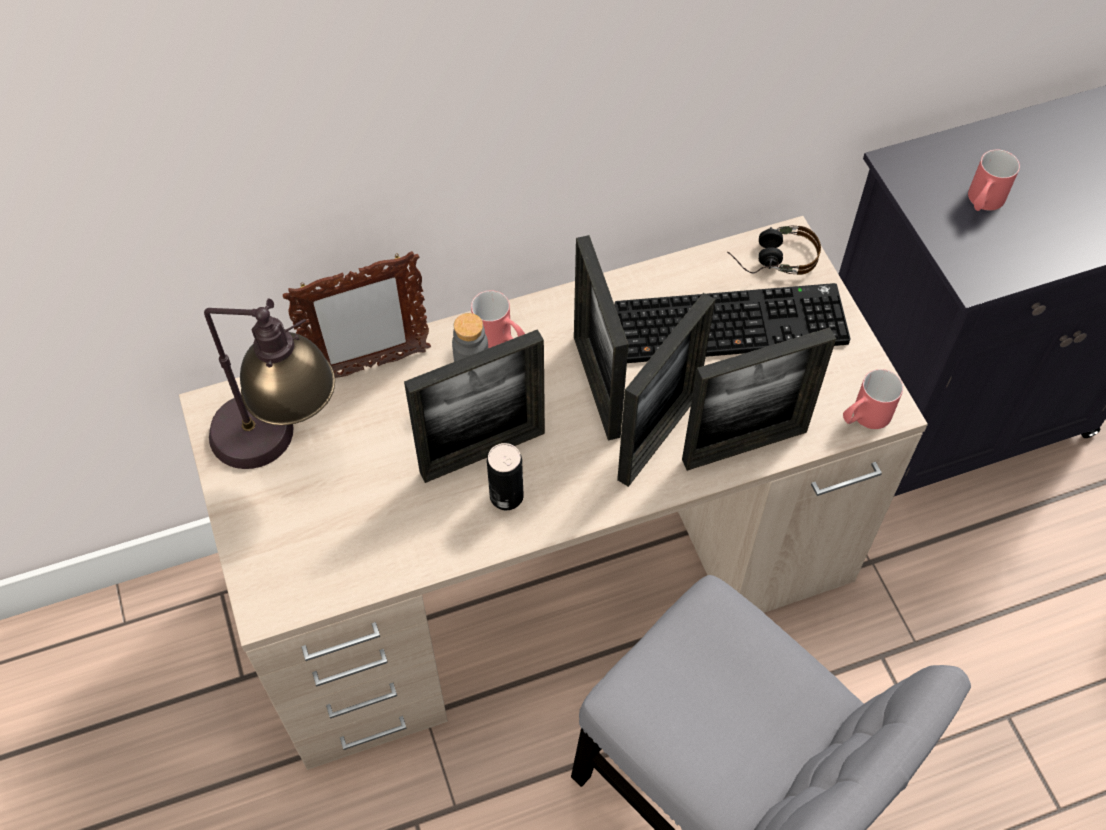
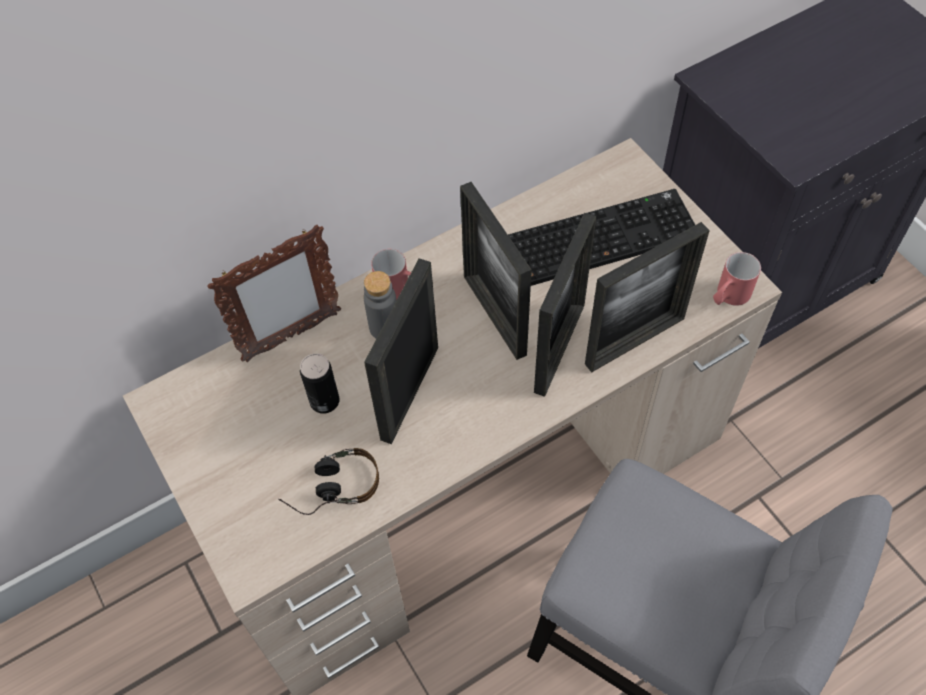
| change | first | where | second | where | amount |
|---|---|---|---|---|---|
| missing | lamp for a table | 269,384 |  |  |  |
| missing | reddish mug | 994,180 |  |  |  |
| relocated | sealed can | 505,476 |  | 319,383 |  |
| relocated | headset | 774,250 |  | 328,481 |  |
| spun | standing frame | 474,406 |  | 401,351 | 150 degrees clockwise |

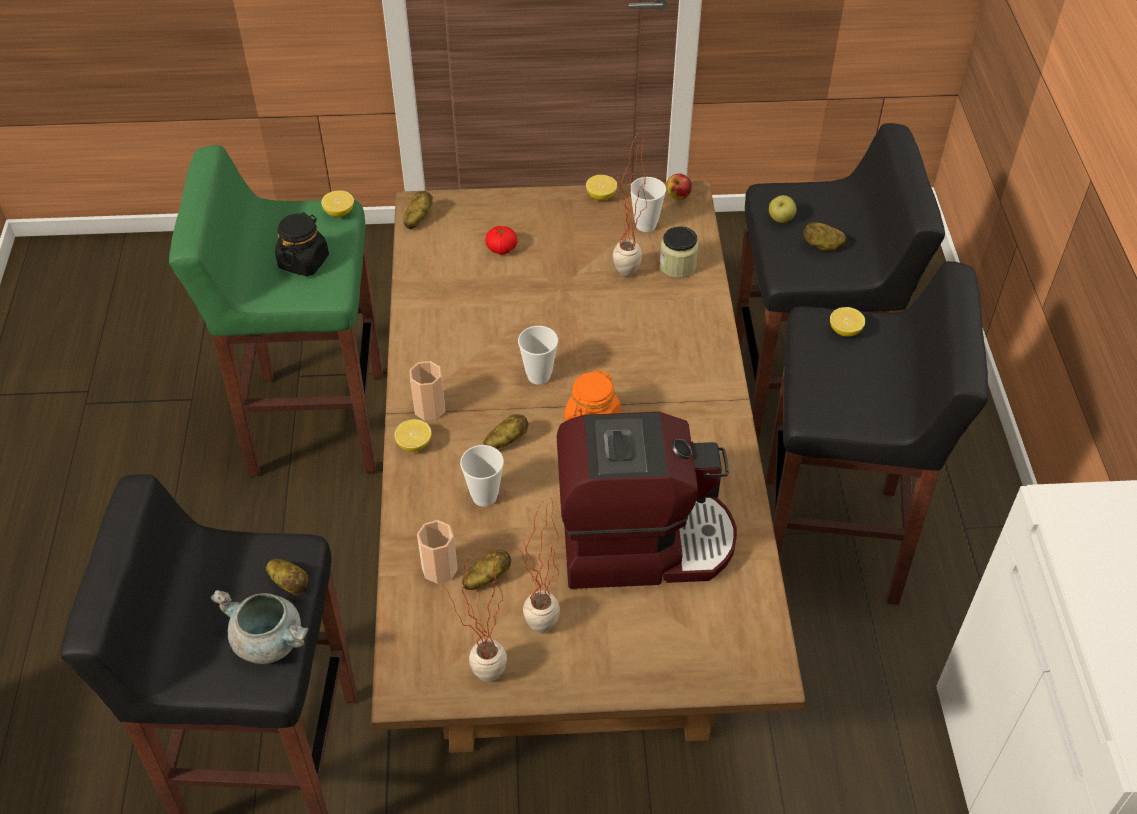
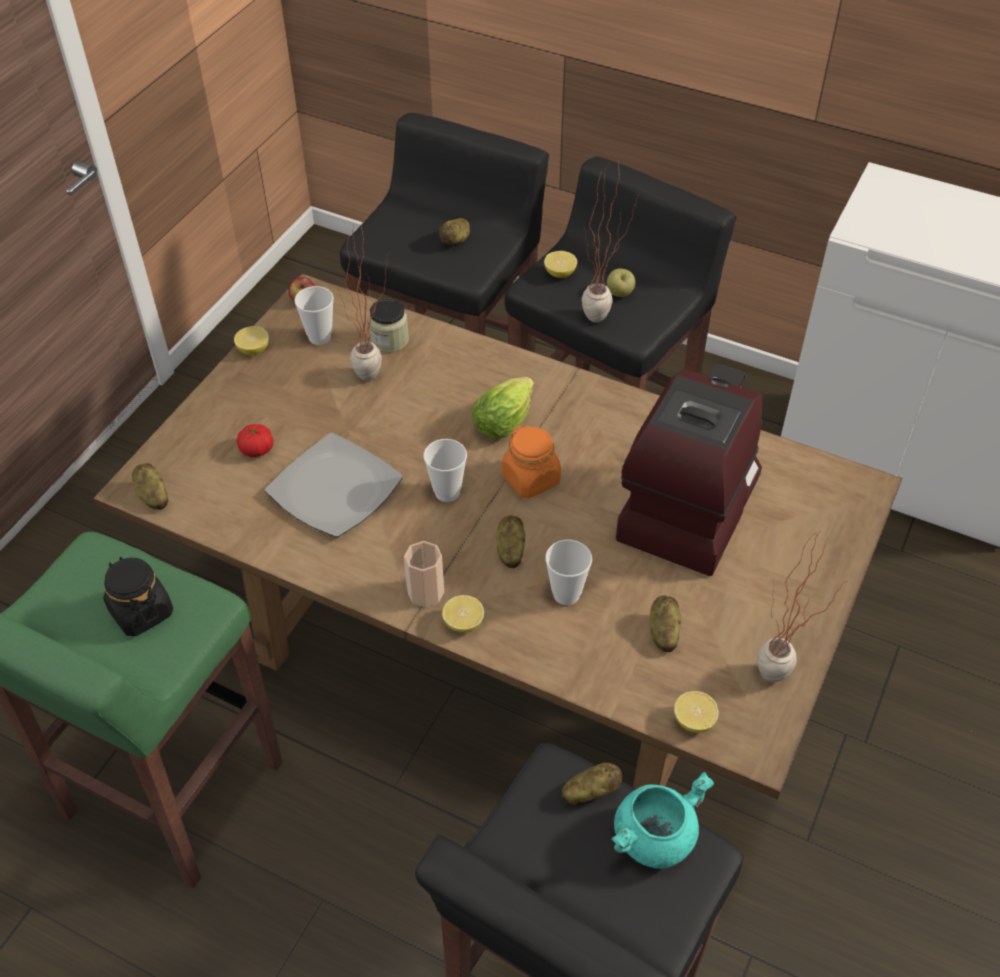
| change | first | where | second | where | amount |
|---|---|---|---|---|---|
| missing | drinking cup | 437,552 |  |  |  |
| appeared |  |  | plate | 334,485 |  |
| appeared |  |  | head of lettuce | 503,408 |  |
| relocated | lemon | 337,203 |  | 696,712 |  |
| relocated | houseplant | 538,564 |  | 612,242 |  |
| relocated | apple fruit | 783,209 |  | 621,283 |  |
| colour | greyish stockpot | 260,627 | turquoise stockpot | 662,820 |  |

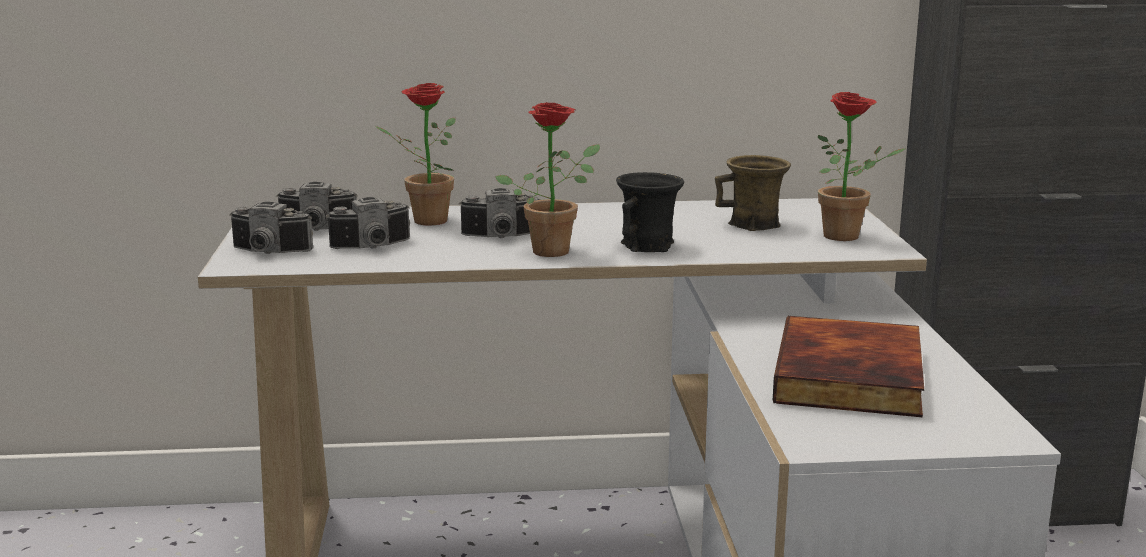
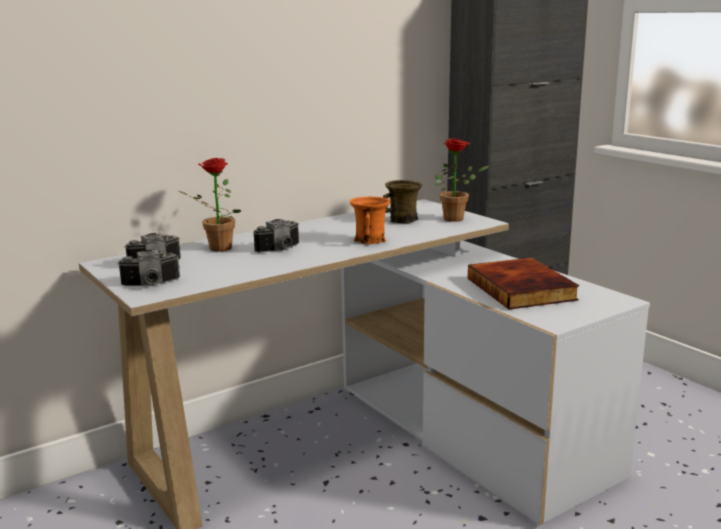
| change | first | where | second | where | amount |
|---|---|---|---|---|---|
| missing | still camera | 368,223 |  |  |  |
| missing | houseplant | 547,179 |  |  |  |
| colour | blackish mug | 650,212 | orangey mug | 370,221 |  |

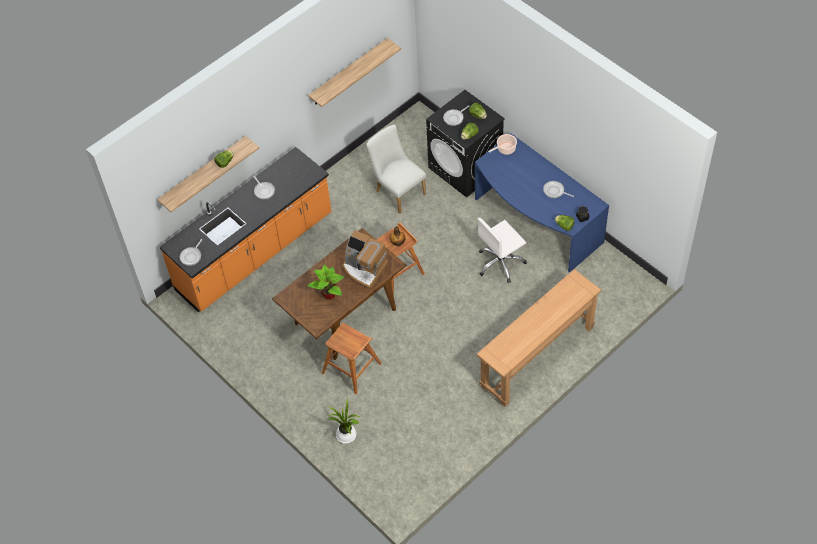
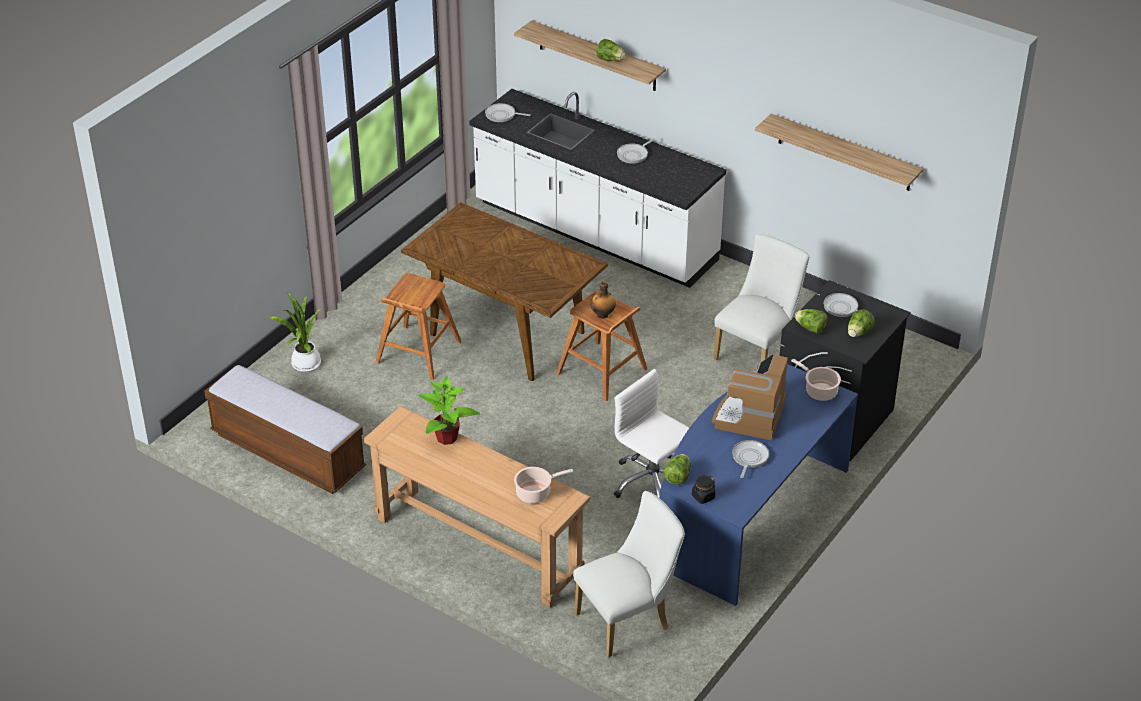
| change | first | where | second | where | amount |
|---|---|---|---|---|---|
| appeared |  |  | long seat | 285,429 |  |
| appeared |  |  | stockpot | 543,485 |  |
| appeared |  |  | white chair | 629,574 |  |
| relocated | houseplant | 326,282 |  | 449,411 |  |
| relocated | coffee brewer | 365,259 |  | 750,397 |  |
| colour | orangey kitchen counter | 245,229 | white kitchen counter | 597,188 |  |

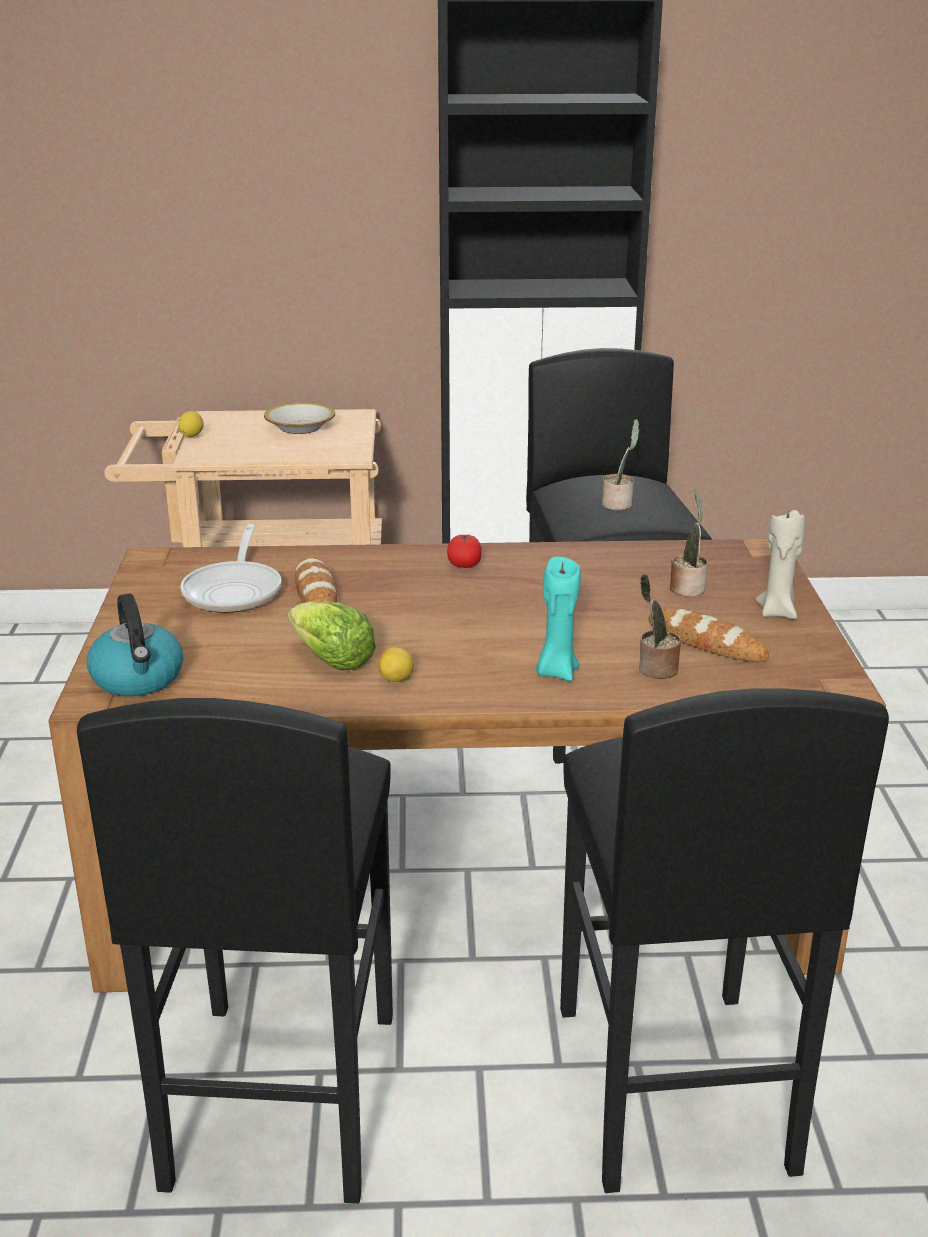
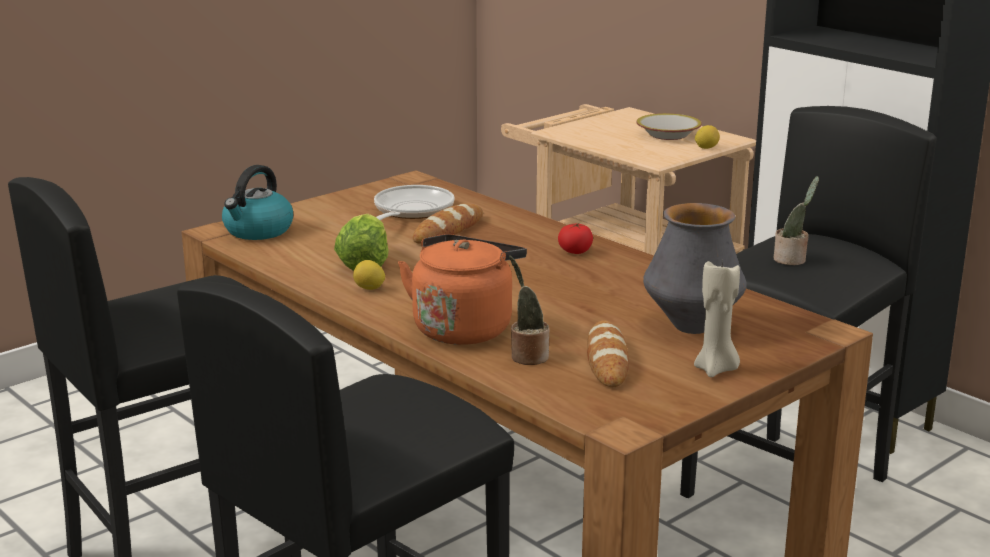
| change | first | where | second | where | amount |
|---|---|---|---|---|---|
| relocated | lemon | 191,424 |  | 707,137 |  |
| exchanged | turquoise wax light | 558,619 | orangey kettle | 462,289 |  |
| exchanged | houseplant | 689,543 | decorative vase | 695,268 |  |
| spun | pan | 231,568 |  | 414,202 | 150 degrees clockwise |

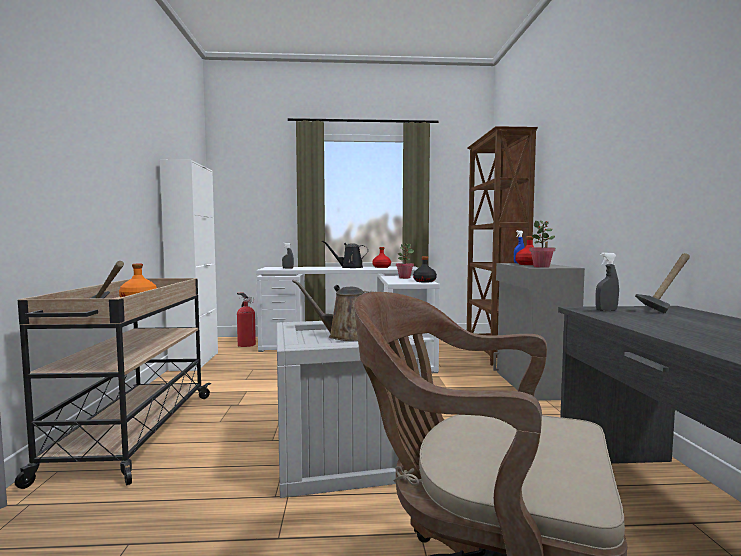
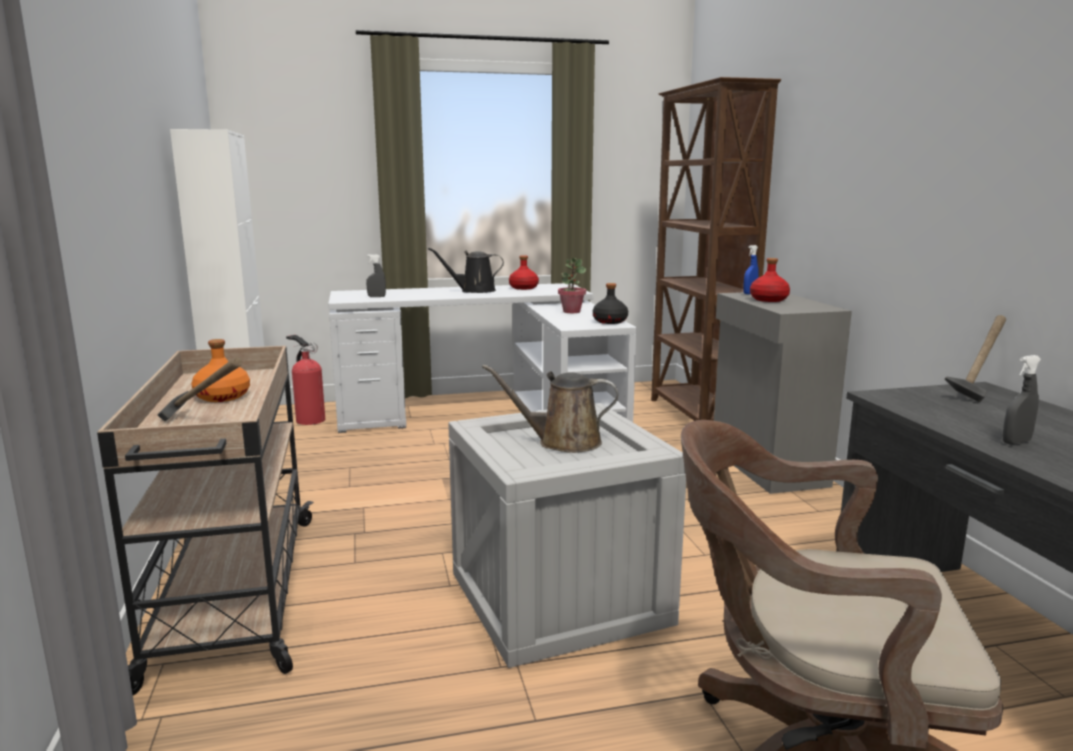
| change | first | where | second | where | amount |
|---|---|---|---|---|---|
| missing | houseplant | 542,244 |  |  |  |
| relocated | greyish hand sprayer | 607,281 |  | 1022,400 |  |

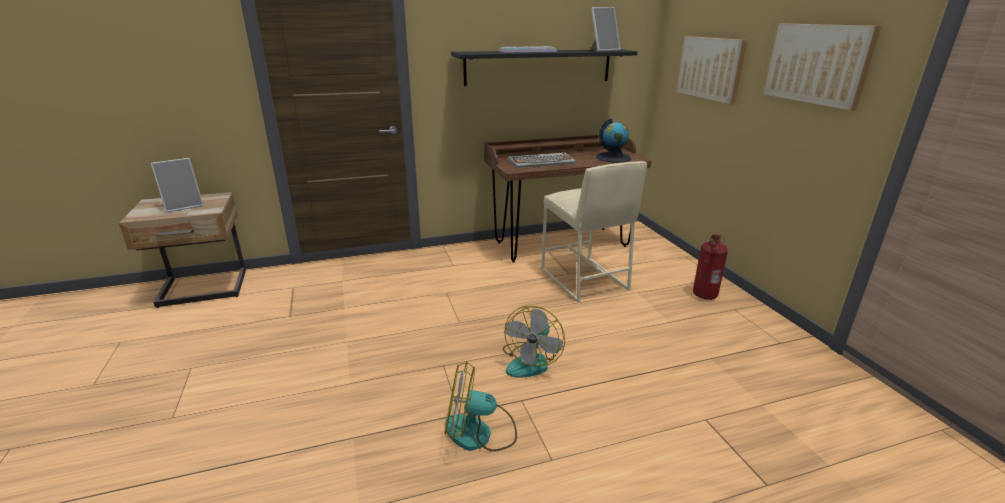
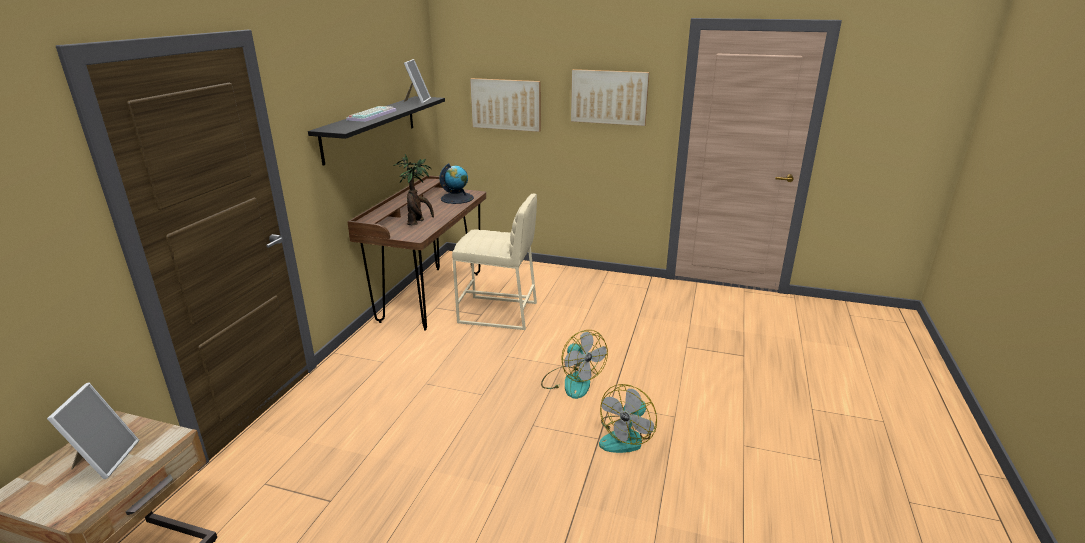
| change | first | where | second | where | amount |
|---|---|---|---|---|---|
| missing | fire extinguisher | 710,267 |  |  |  |
| exchanged | computer keyboard | 542,160 | houseplant | 413,189 |  |

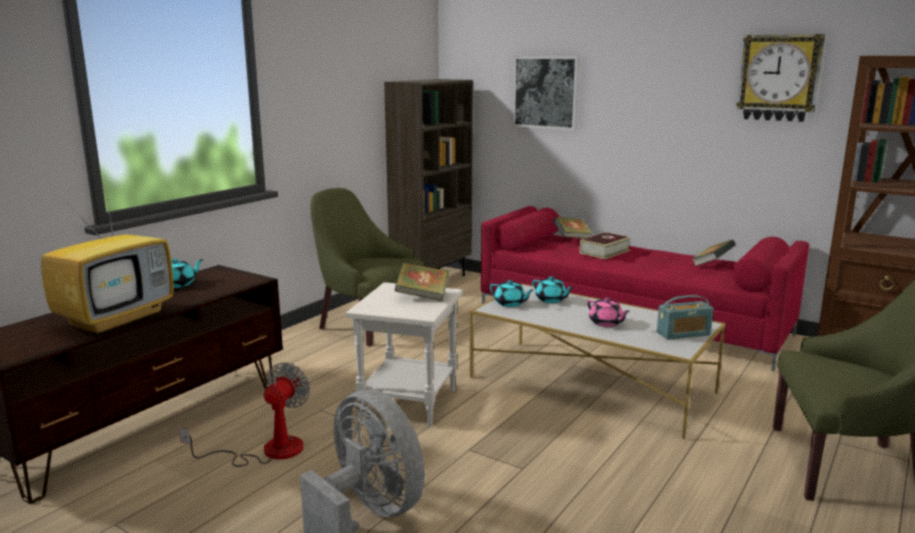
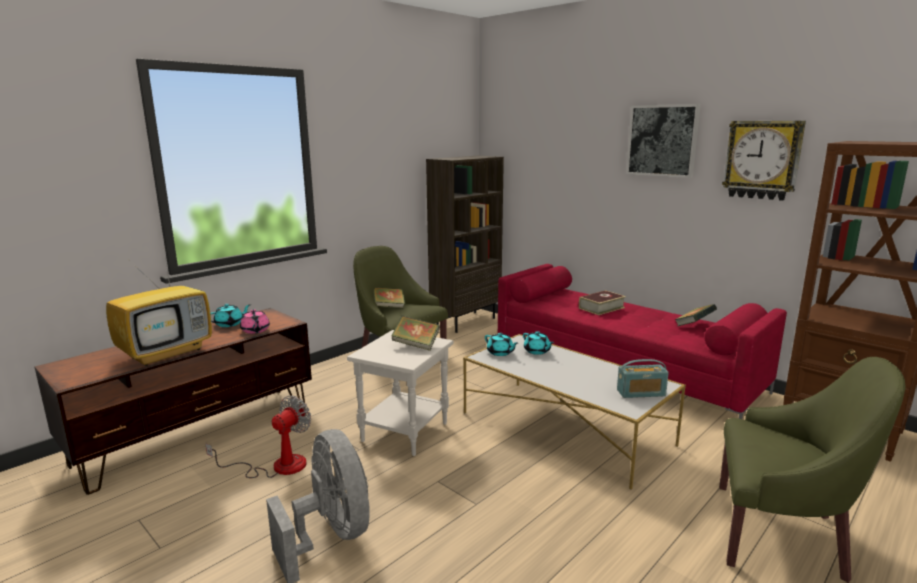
| change | first | where | second | where | amount |
|---|---|---|---|---|---|
| relocated | wall art | 546,93 |  | 663,141 |  |
| relocated | book | 573,228 |  | 389,297 |  |
| relocated | pink-coloured teapot | 608,312 |  | 255,321 |  |

